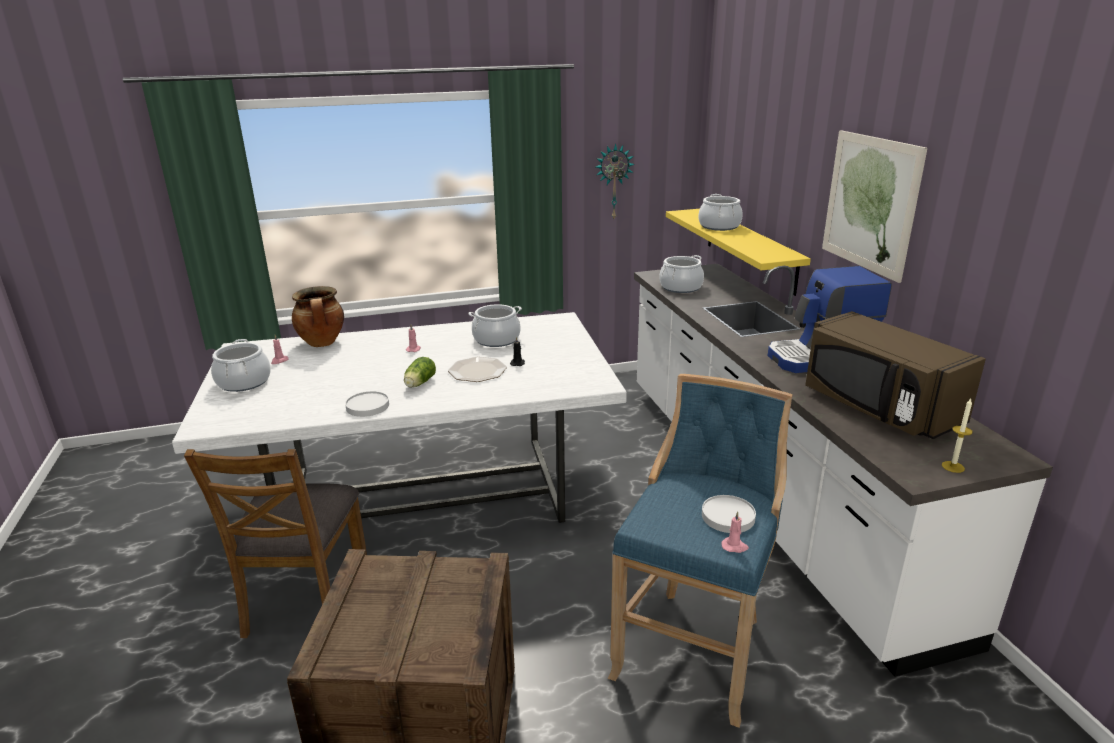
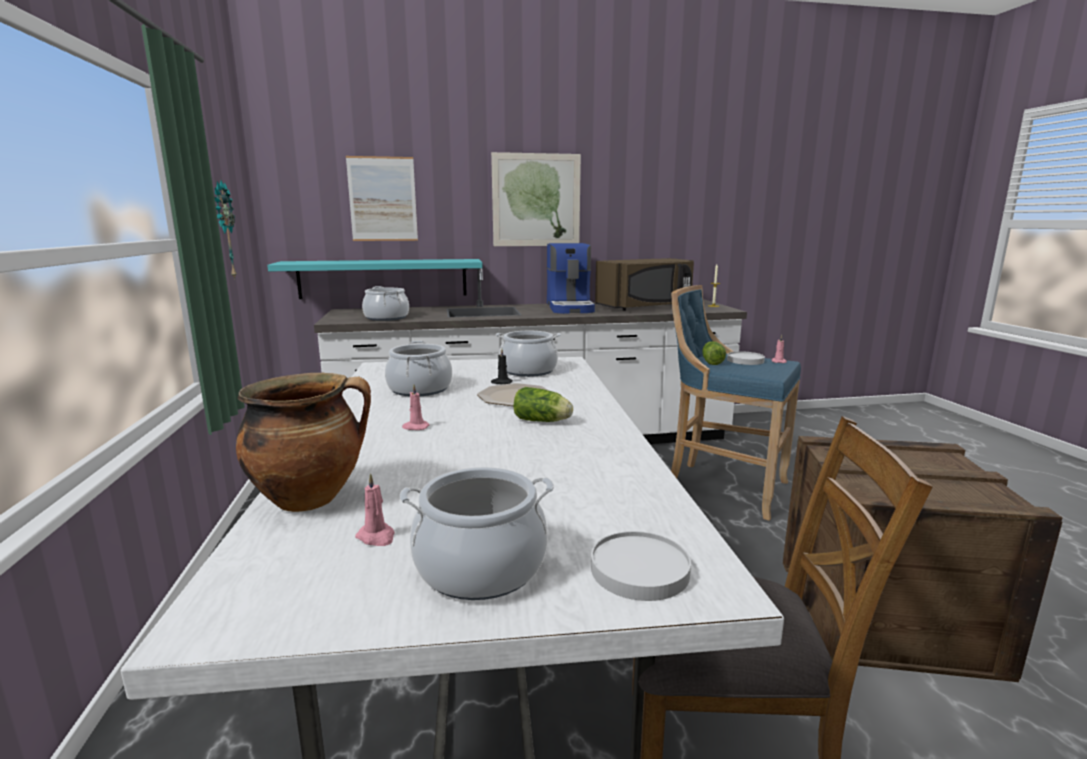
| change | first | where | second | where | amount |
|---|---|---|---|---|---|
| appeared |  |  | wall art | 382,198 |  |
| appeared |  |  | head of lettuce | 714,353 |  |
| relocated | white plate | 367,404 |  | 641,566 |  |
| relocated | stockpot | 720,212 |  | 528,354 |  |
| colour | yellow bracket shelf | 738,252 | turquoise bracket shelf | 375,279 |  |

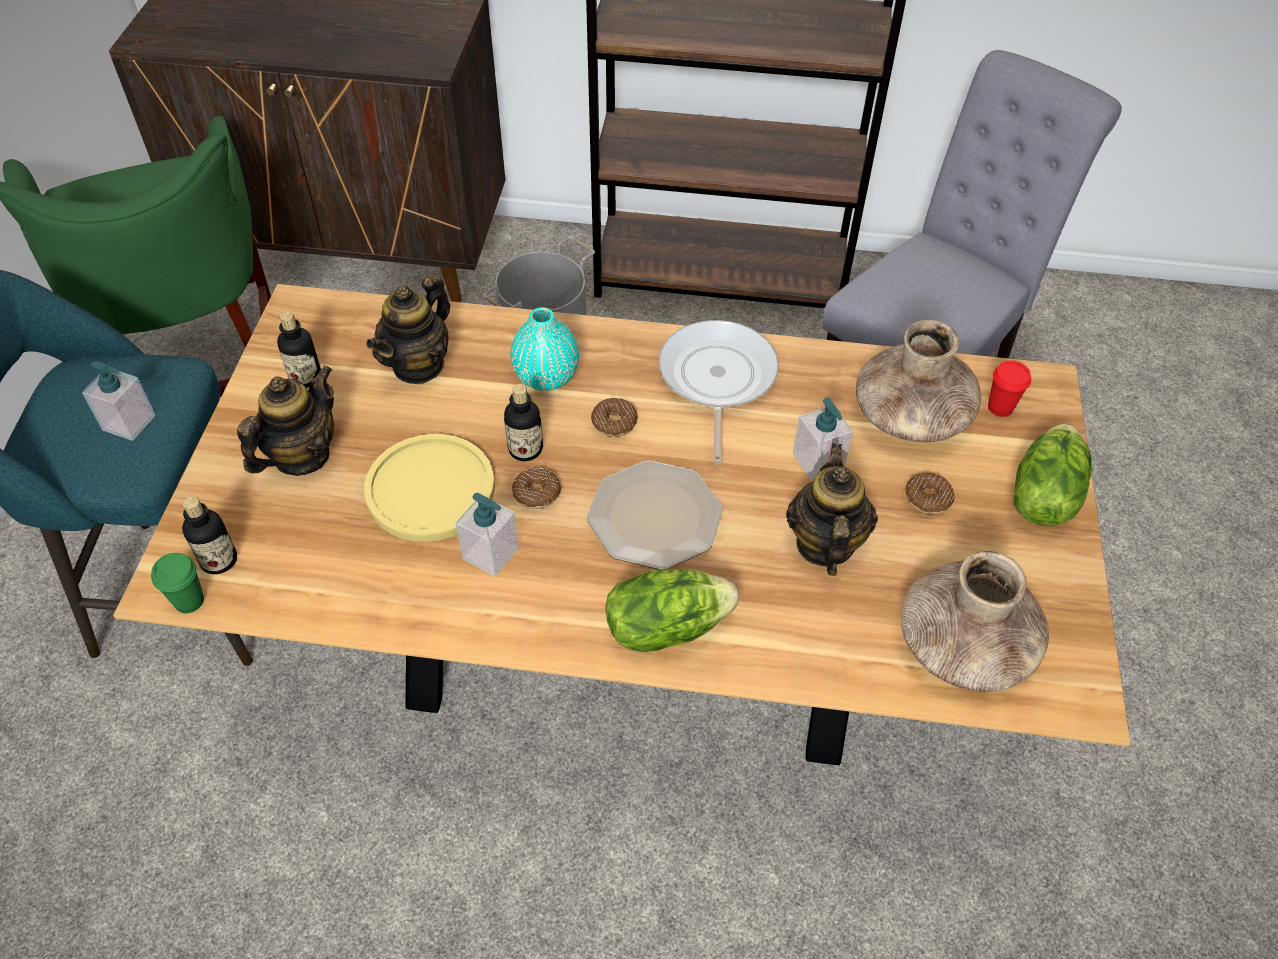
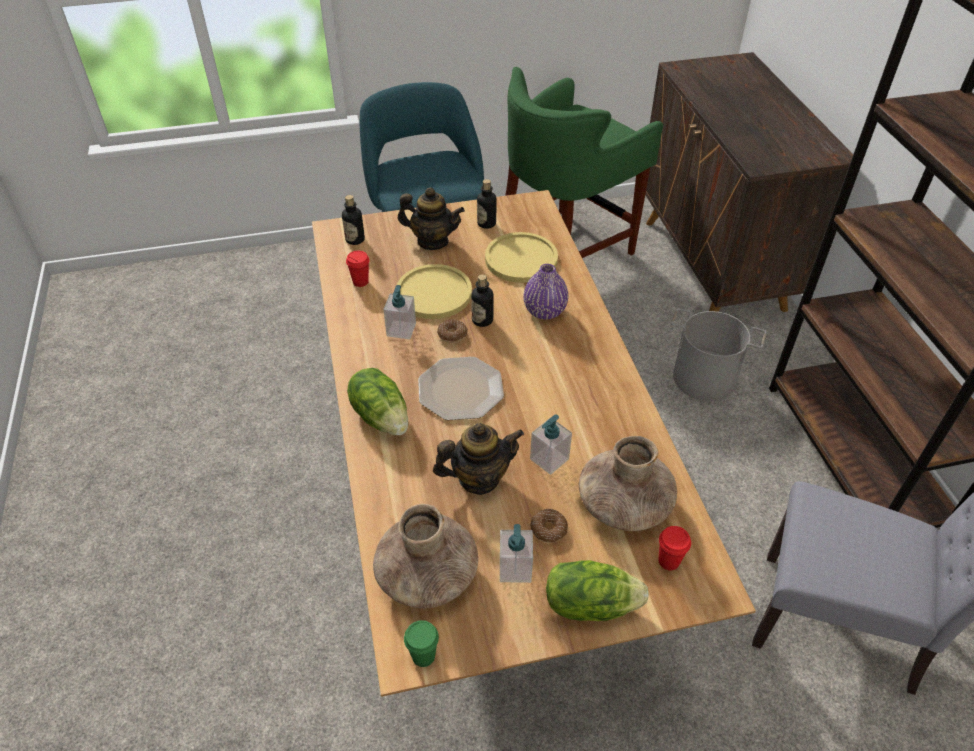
| change | first | where | second | where | amount |
|---|---|---|---|---|---|
| missing | donut | 614,417 |  |  |  |
| missing | pan | 719,392 |  |  |  |
| appeared |  |  | reddish drinking cup | 357,269 |  |
| relocated | soap bottle | 119,401 |  | 516,553 |  |
| relocated | green-coloured drinking cup | 177,583 |  | 421,643 |  |
| exchanged | teapot | 408,329 | yellow plate | 521,257 |  |
| colour | turquoise decorative vase | 544,349 | purplish decorative vase | 545,292 |  |

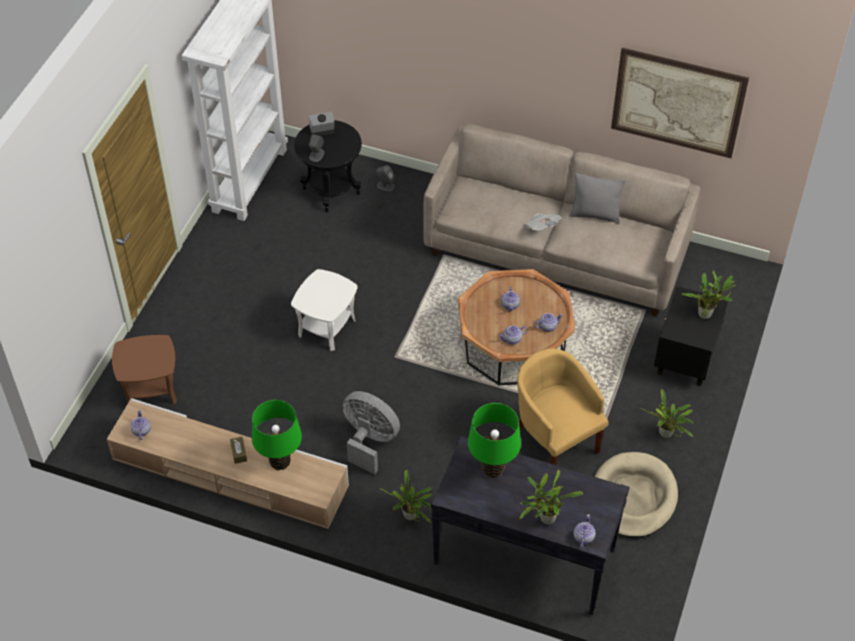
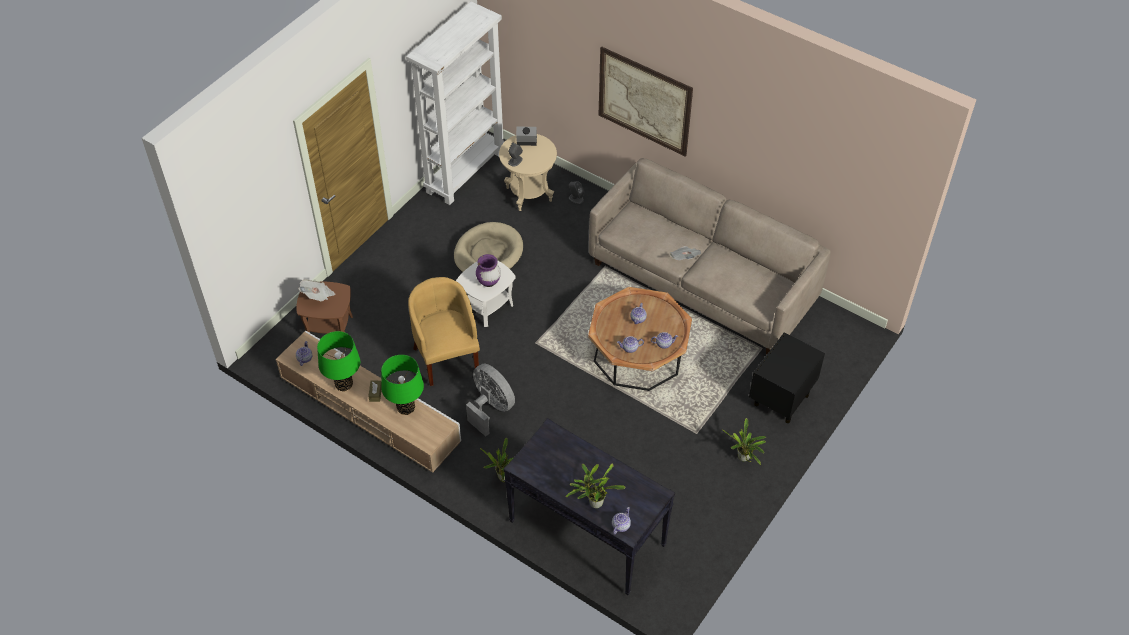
| change | first | where | second | where | amount |
|---|---|---|---|---|---|
| missing | greyish cushion | 597,198 |  |  |  |
| missing | houseplant | 709,295 |  |  |  |
| appeared |  |  | daily paper | 316,290 |  |
| appeared |  |  | purplish decorative vase | 488,270 |  |
| relocated | green-coloured lamp for a table | 494,440 |  | 338,361 |  |
| relocated | yellow easy chair | 561,406 |  | 444,331 |  |
| relocated | sand-coloured dog cushion | 636,495 |  | 488,247 |  |
| relocated | wall art | 680,103 |  | 646,101 |  |
| colour | blackish end table | 328,166 | sand-coloured end table | 528,172 |  |

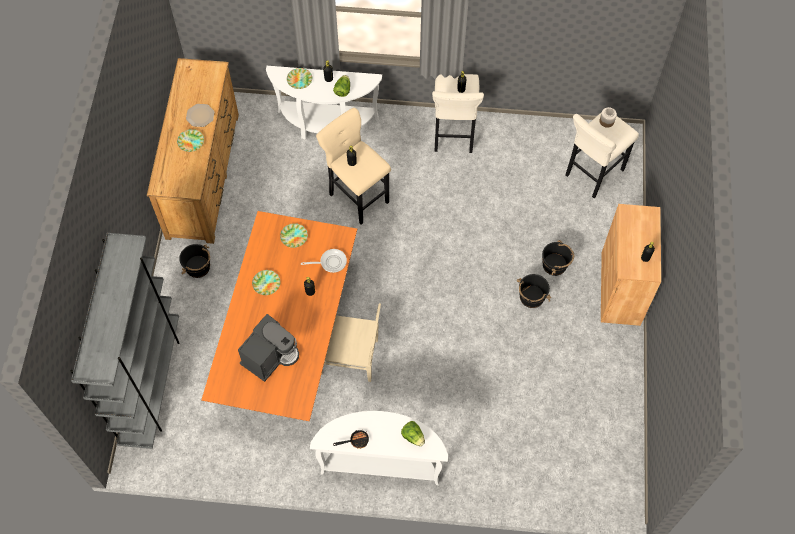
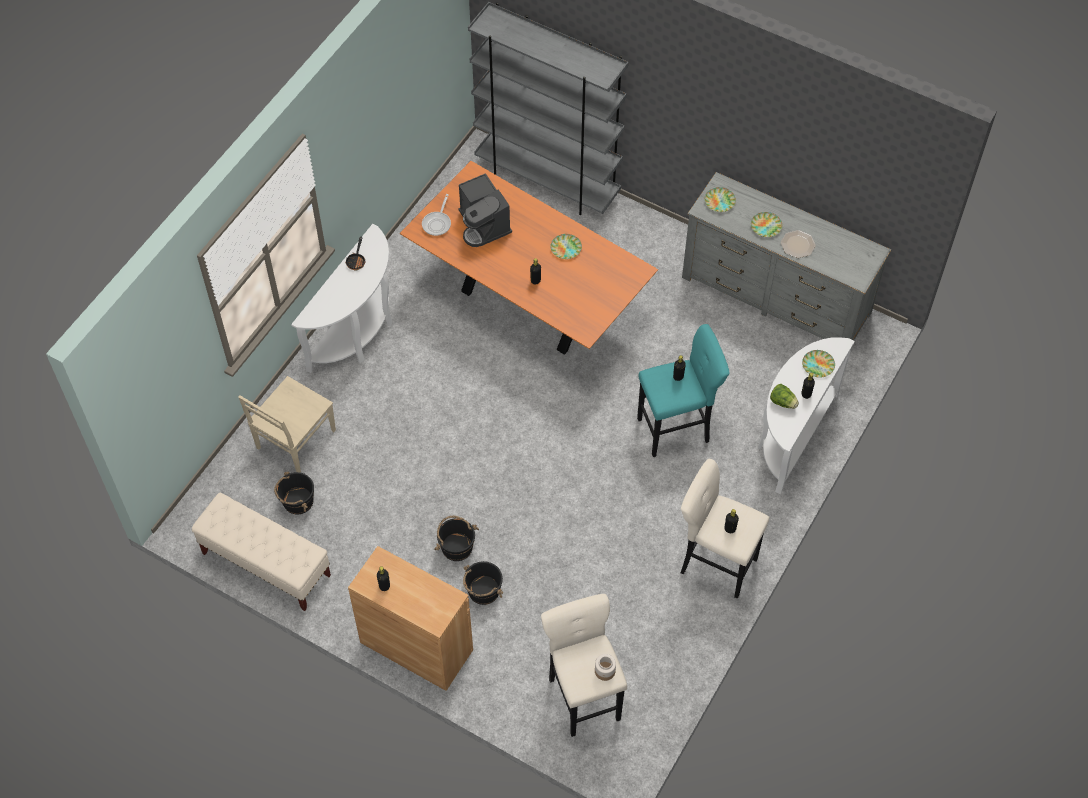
| change | first | where | second | where | amount |
|---|---|---|---|---|---|
| missing | head of lettuce | 413,433 |  |  |  |
| appeared |  |  | sand-coloured long seat | 261,552 |  |
| relocated | blackish pail | 194,261 |  | 294,493 |  |
| relocated | plate | 294,235 |  | 720,199 |  |
| relocated | pan | 324,261 |  | 436,215 |  |
| relocated | sand-coloured chair | 351,342 |  | 287,424 |  |
| colour | brown-coloured dresser | 193,151 | greyish dresser | 786,256 |  |
| colour | sand-coloured stool seat | 353,166 | turquoise stool seat | 683,390 |  |

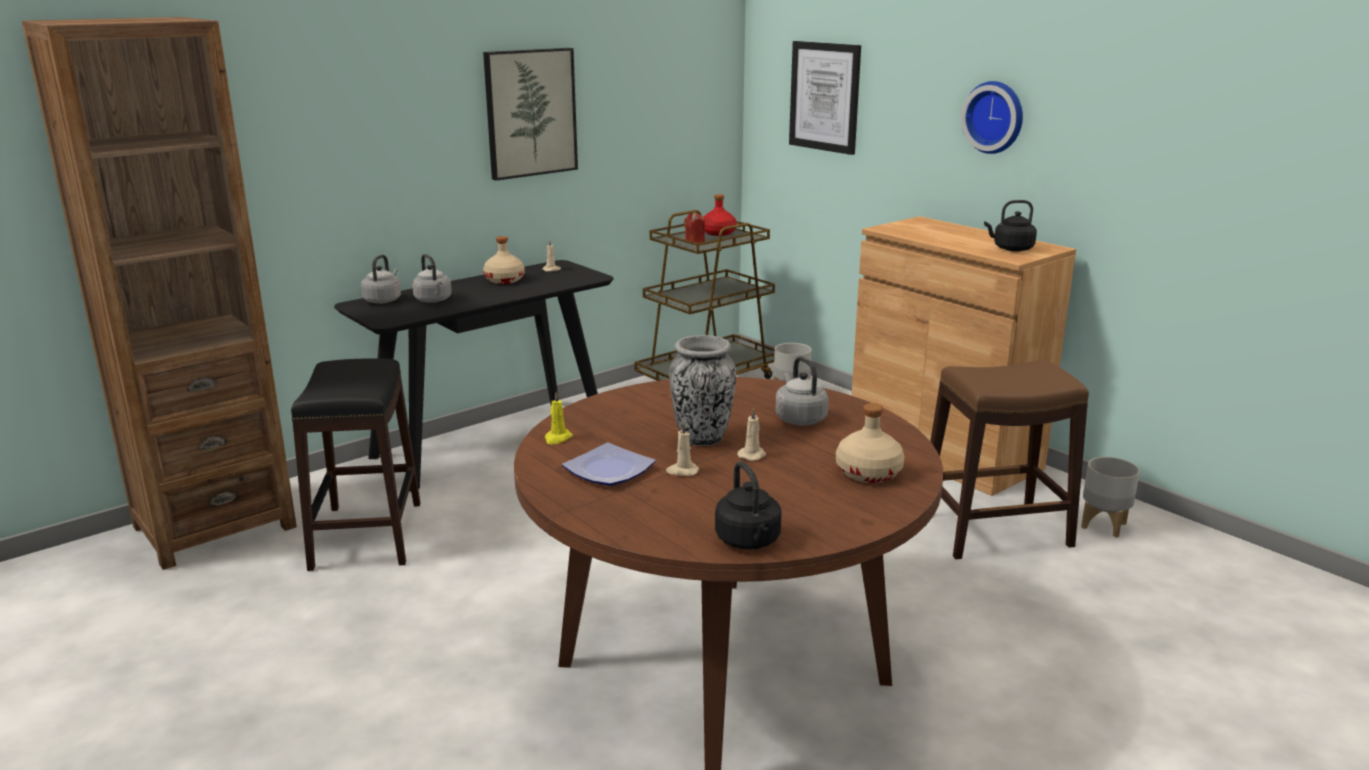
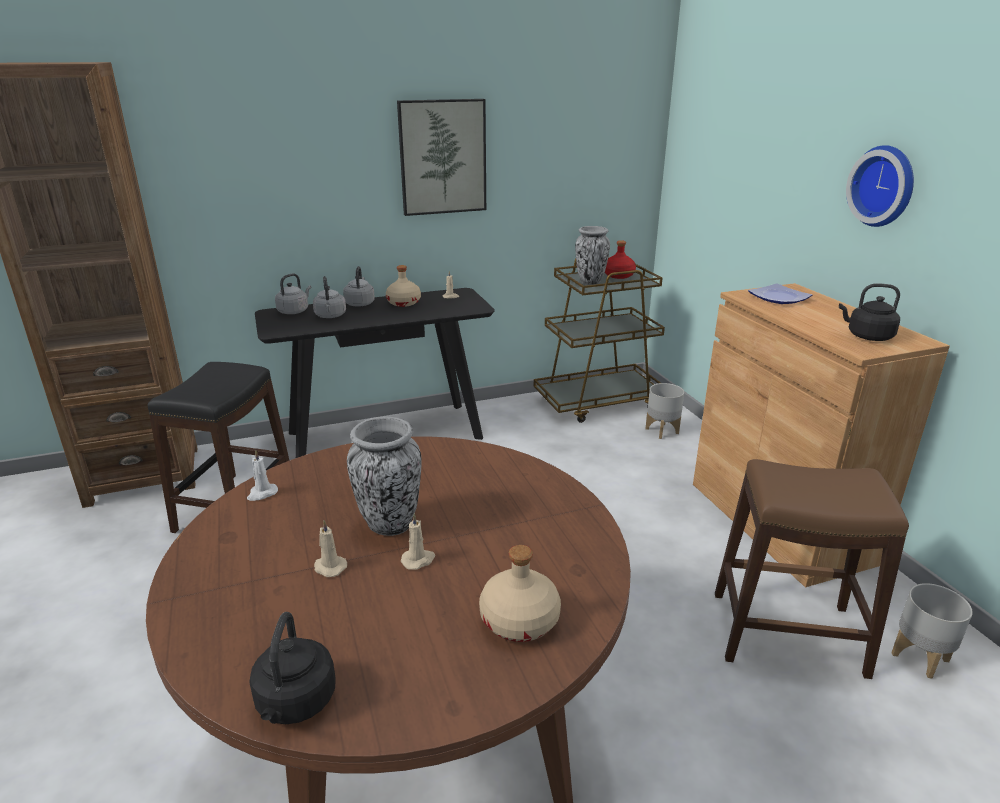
| change | first | where | second | where | amount |
|---|---|---|---|---|---|
| missing | wall art | 825,98 |  |  |  |
| relocated | plate | 609,464 |  | 780,293 |  |
| relocated | greyish kettle | 801,391 |  | 359,286 |  |
| exchanged | reddish wax light | 694,228 | decorative vase | 592,255 |  |
| colour | yellow wax light | 559,418 | white wax light | 262,475 |  |

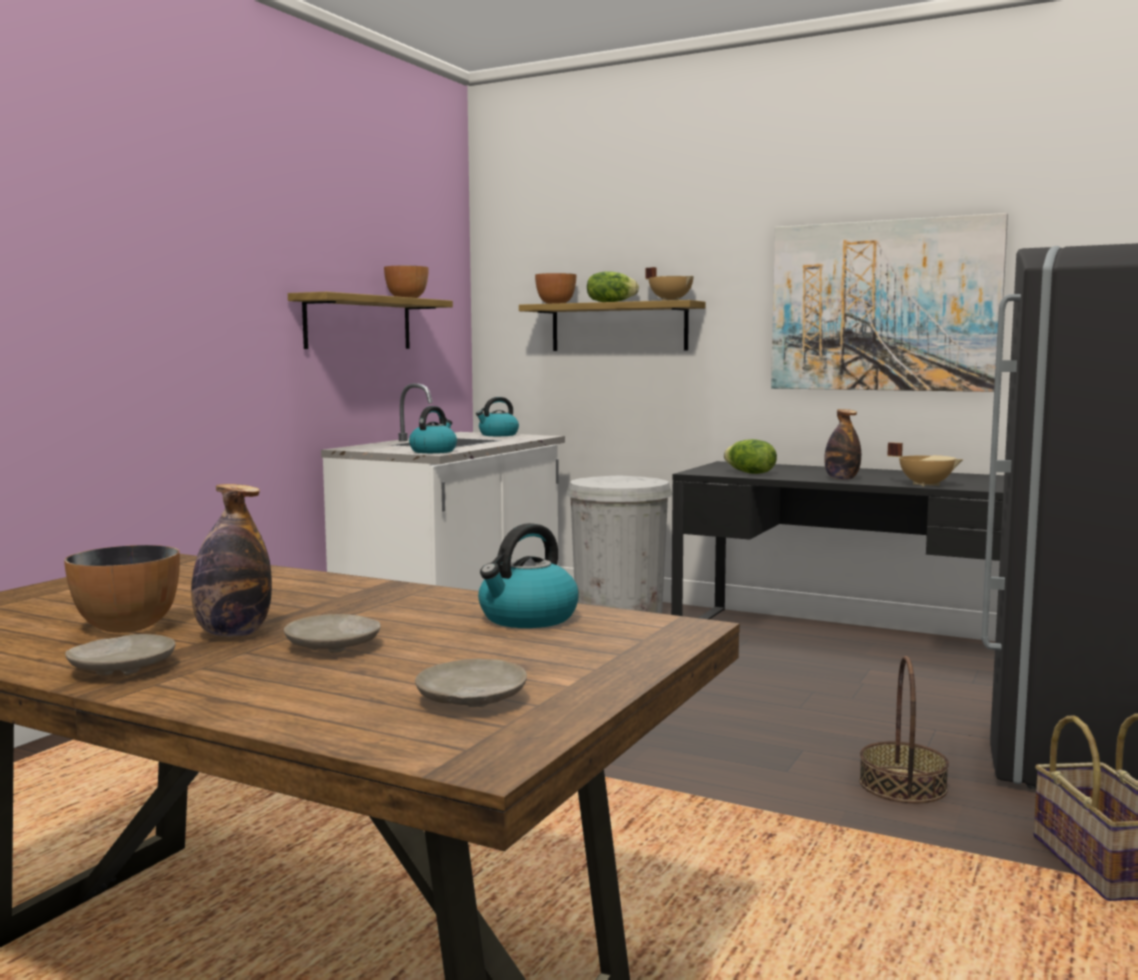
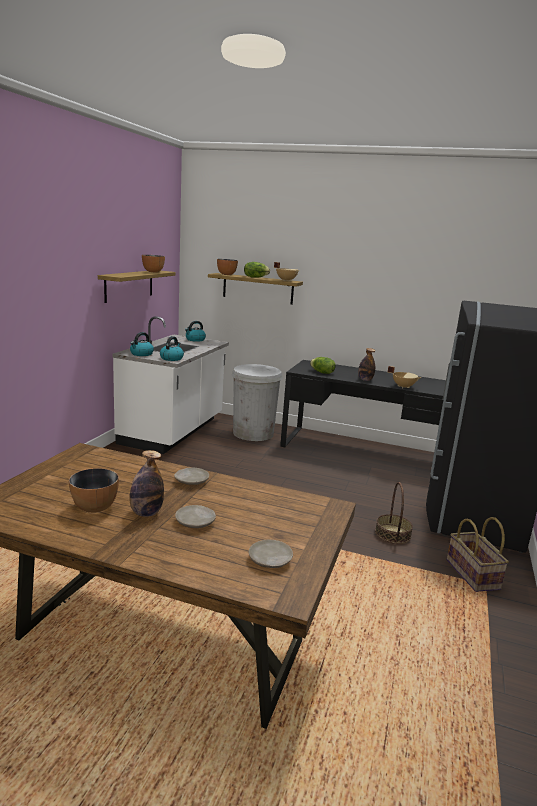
| change | first | where | second | where | amount |
|---|---|---|---|---|---|
| missing | wall art | 889,302 |  |  |  |
| relocated | sand-coloured plate | 120,655 |  | 191,476 |  |
| relocated | kettle | 528,575 |  | 142,344 |  |

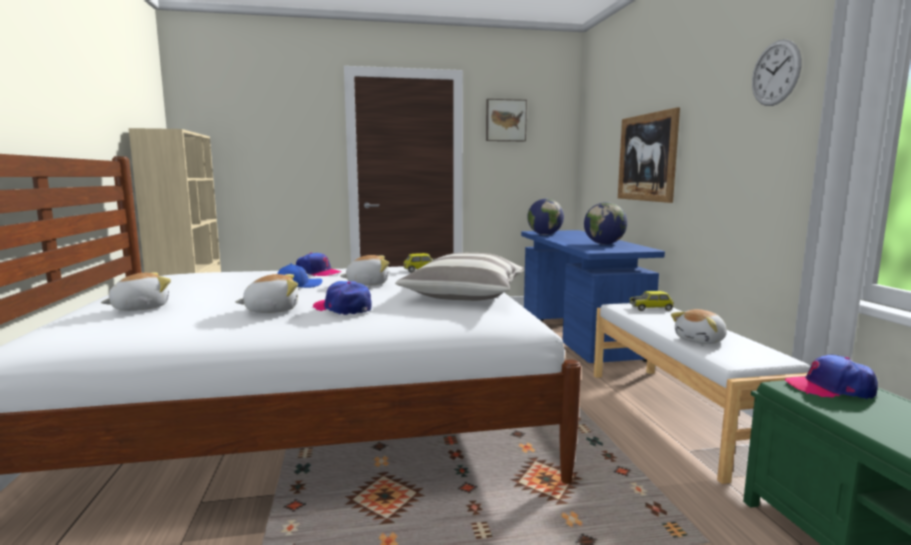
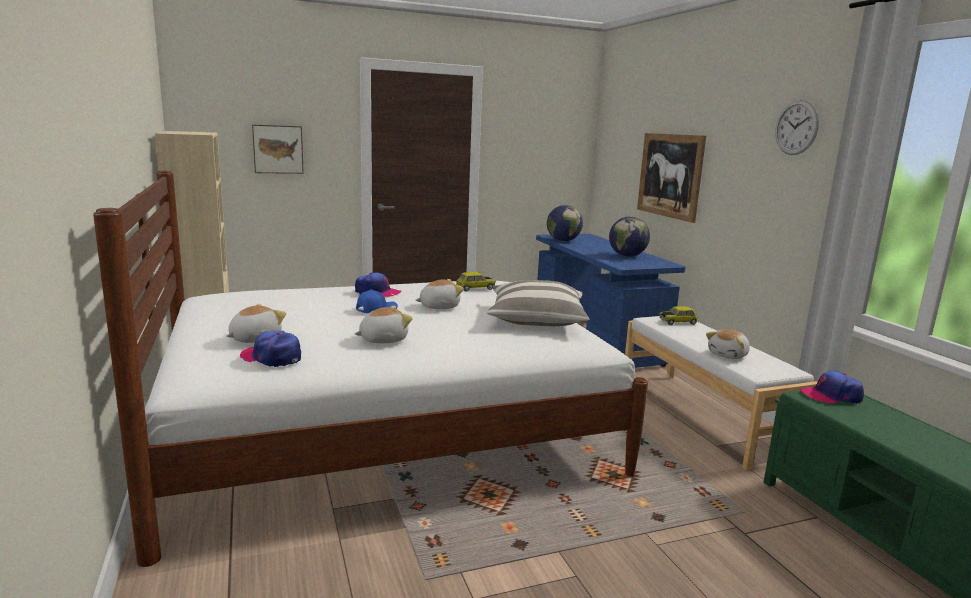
| change | first | where | second | where | amount |
|---|---|---|---|---|---|
| relocated | cap | 342,298 |  | 270,349 |  |
| relocated | wall art | 506,120 |  | 278,149 |  |

